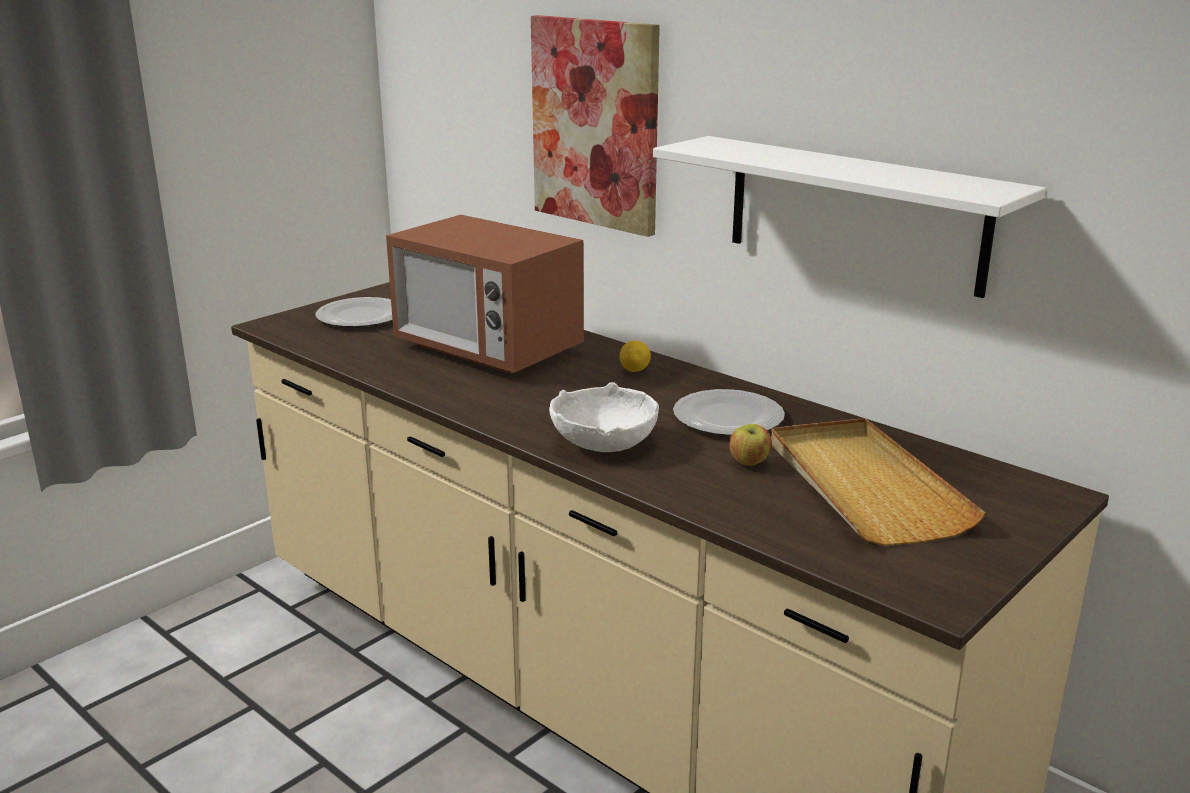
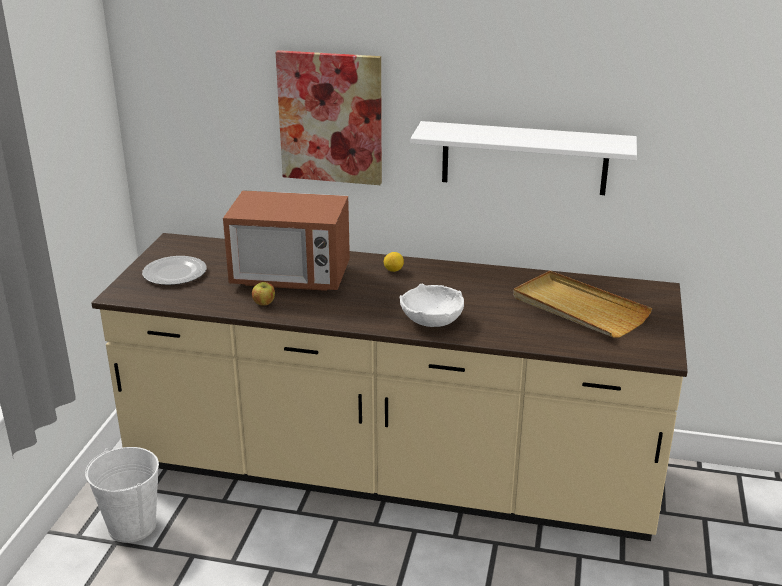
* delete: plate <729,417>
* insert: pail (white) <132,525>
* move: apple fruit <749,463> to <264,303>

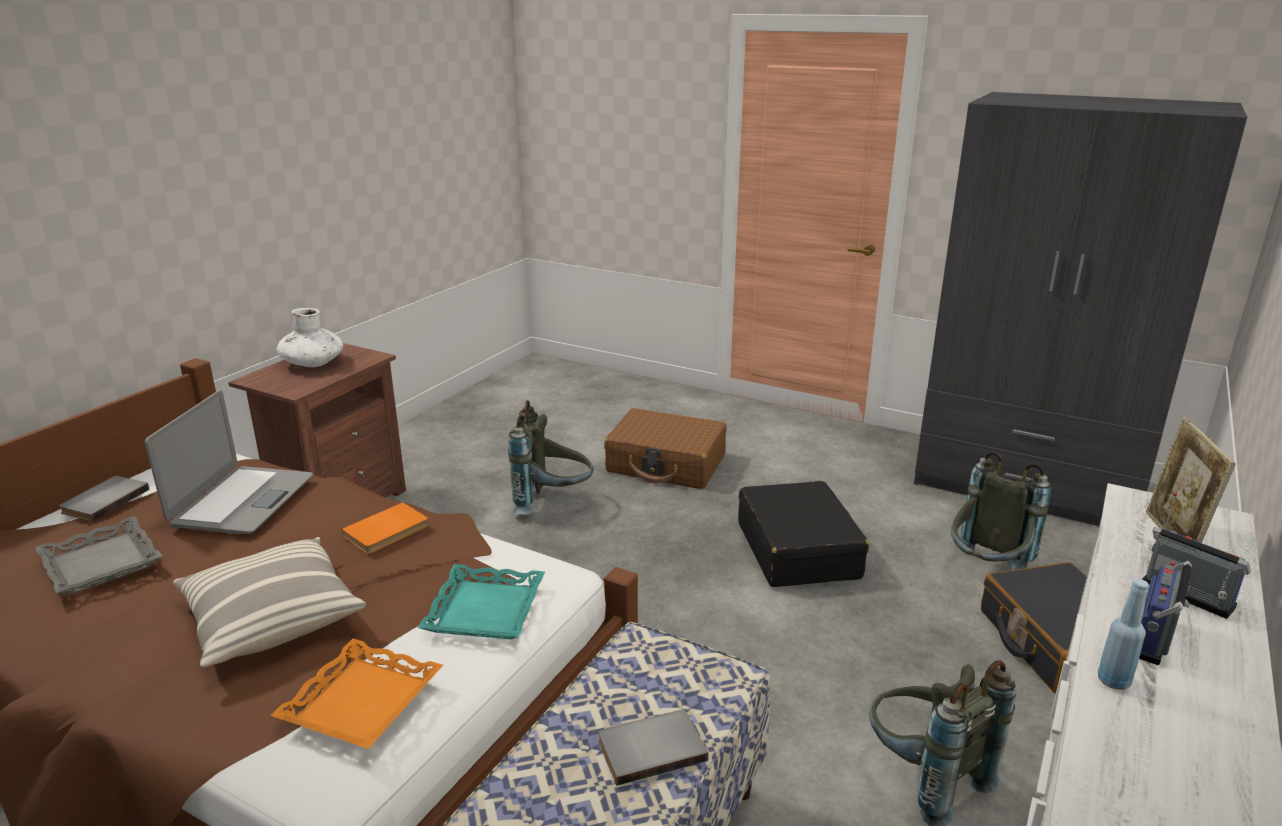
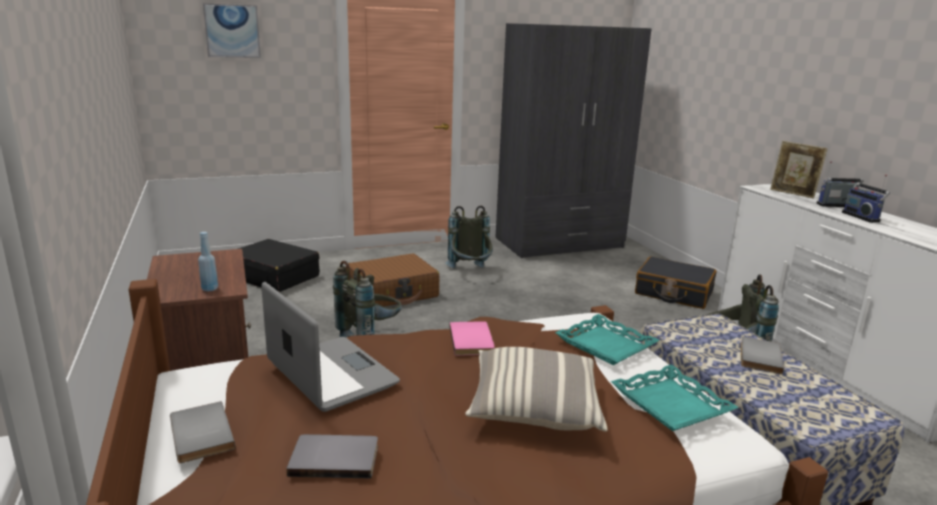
* delete: vase (white) <313,363>
* insert: picture <232,31>
* move: travel case (black-coloured) <797,550> to <274,276>
* move: knapsack (greyish) <985,572> to <470,272>
* move: drink bottle (blue) <1113,681> to <210,289>
* replace: serving tray (greyish) <102,563> to book (greyish) <335,458>
* recolor: serving tray (orangey) <363,702> to serving tray (blue-green) <672,404>
* recolor: book (orangey) <388,531> to book (pink-coloured) <473,340>

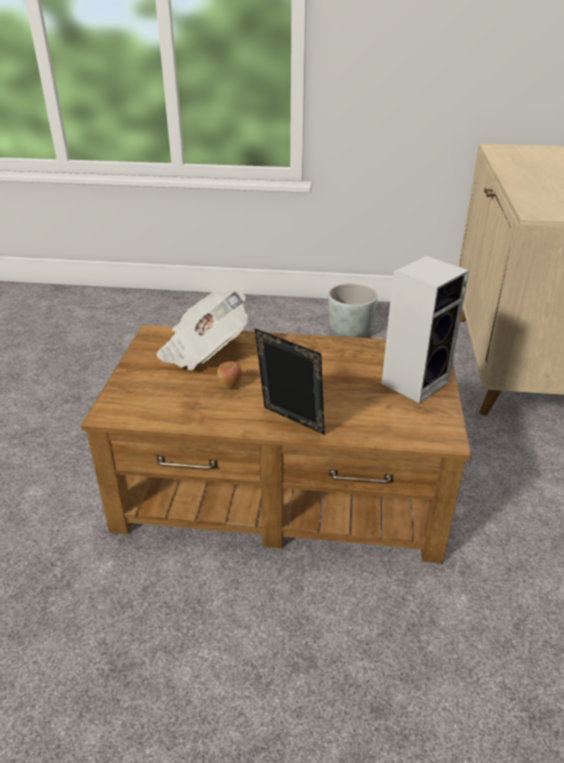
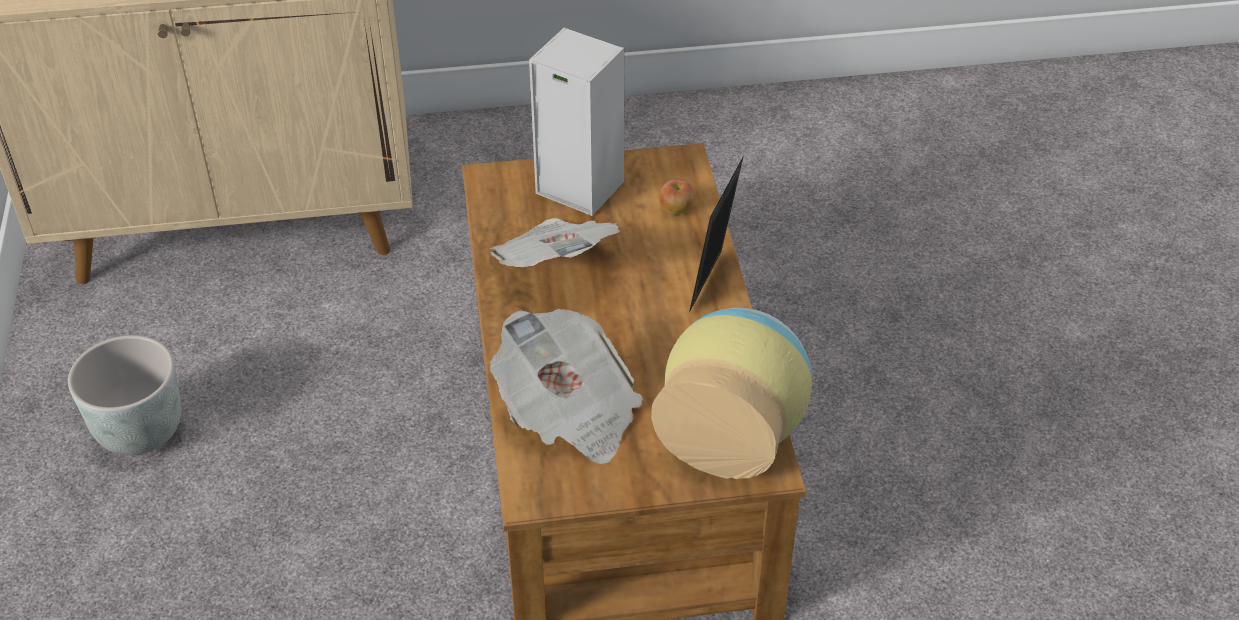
* insert: newspaper <554,266>
* insert: vase <733,431>
* move: apple fruit <229,385> to <676,210>

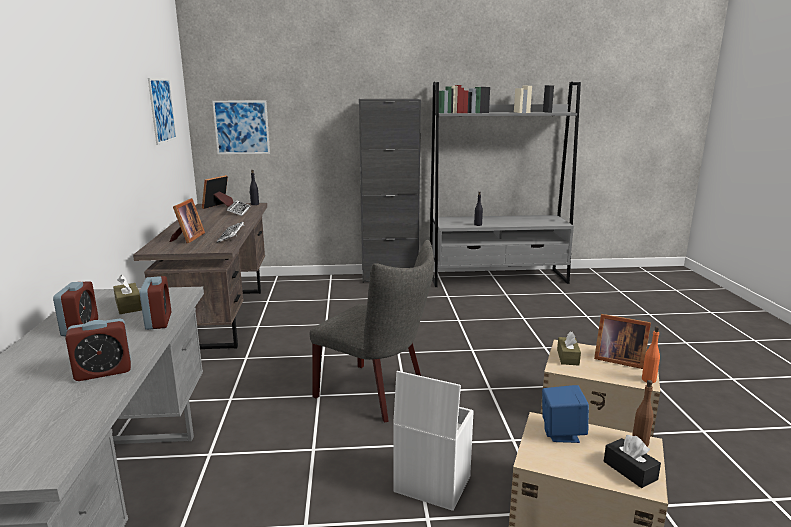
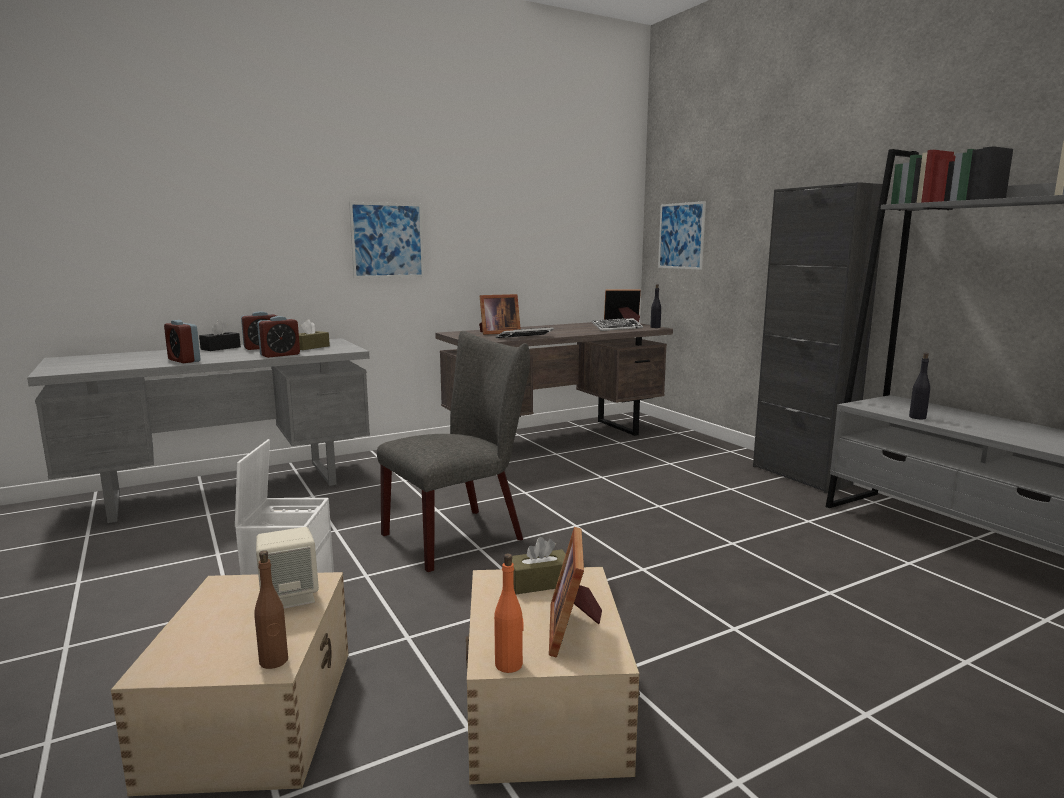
* move: picture <162,110> to <387,240>
* move: tissue holder (black-coloured) <630,470> to <220,348>
* recolor: audio speaker (blue) <561,433> to audio speaker (beige-coloured) <290,597>
* rotate: upright chair (greyish) <377,394> = <461,535> 135 degrees counterclockwise

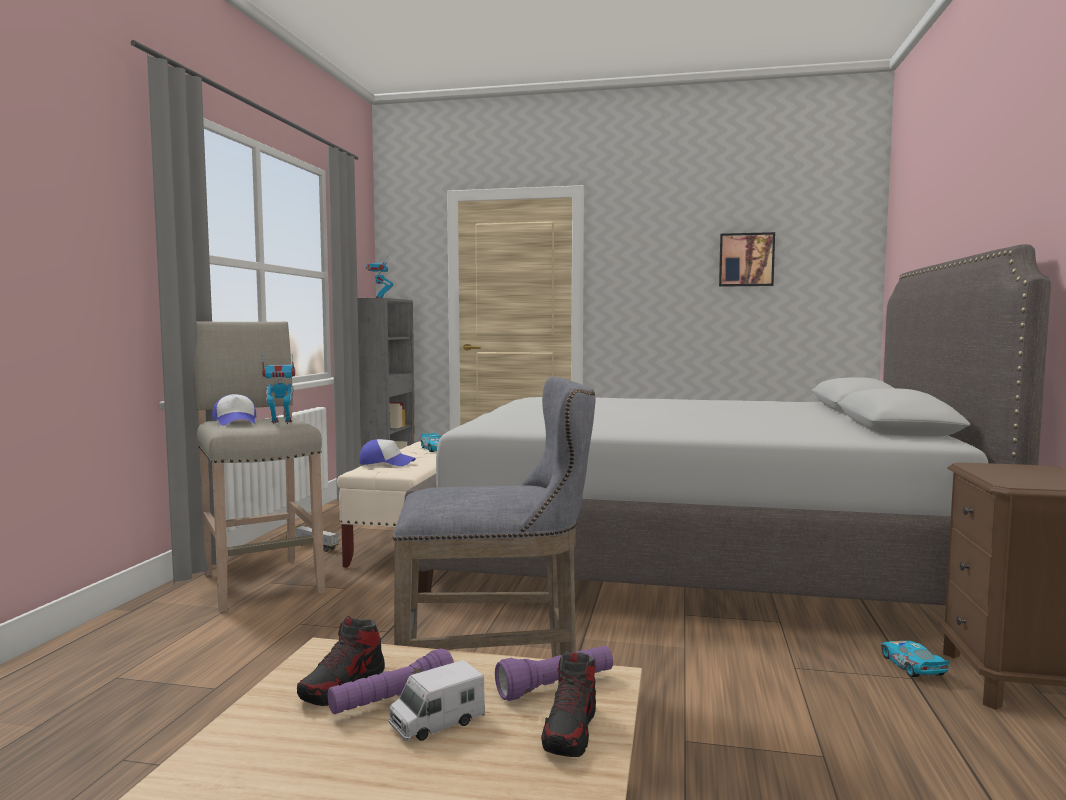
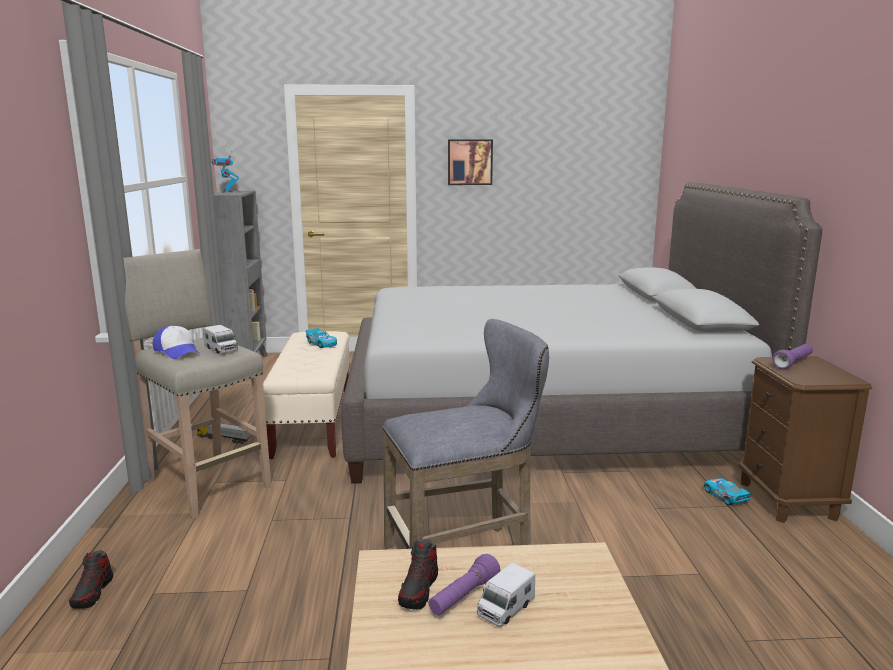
* delete: cap <386,463>
* move: hand torch (purple) <556,687> to <793,363>
* move: low shoe <571,731> to <92,593>
* move: picture <746,260> to <470,162>
* replace: model robot <281,422> to model truck <221,349>

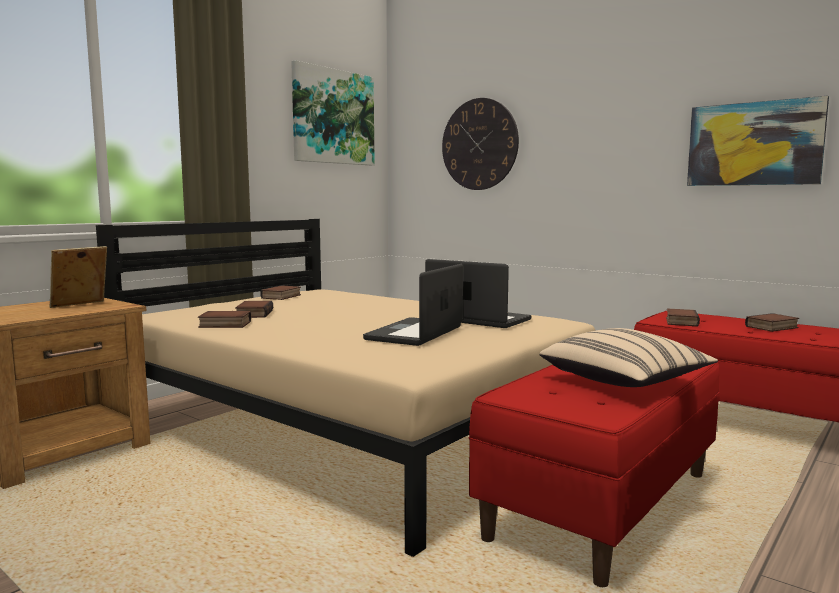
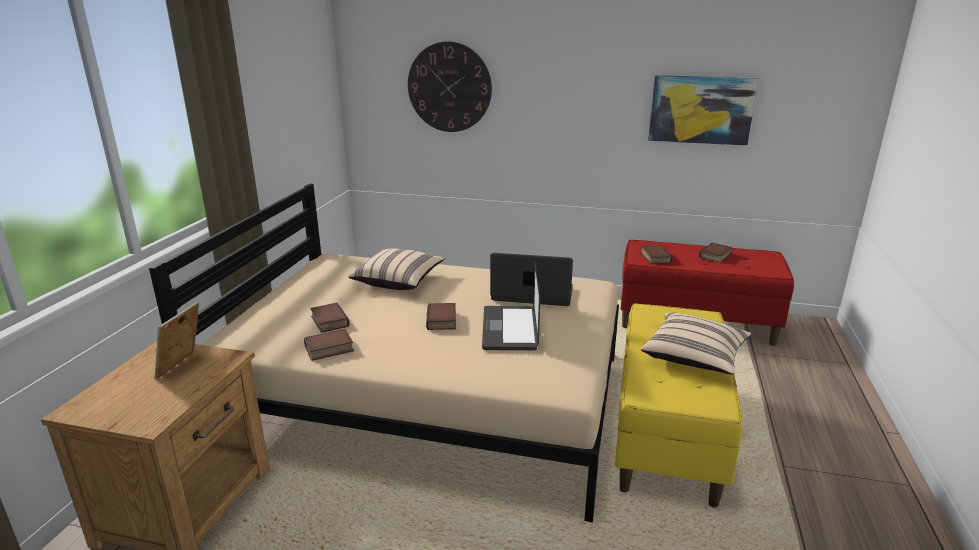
* delete: picture <333,117>
* insert: cushion (beige-coloured) <398,281>
* move: book <282,297> to <443,320>
* recolor: indoor bench (red) <602,505> to indoor bench (yellowish) <666,433>

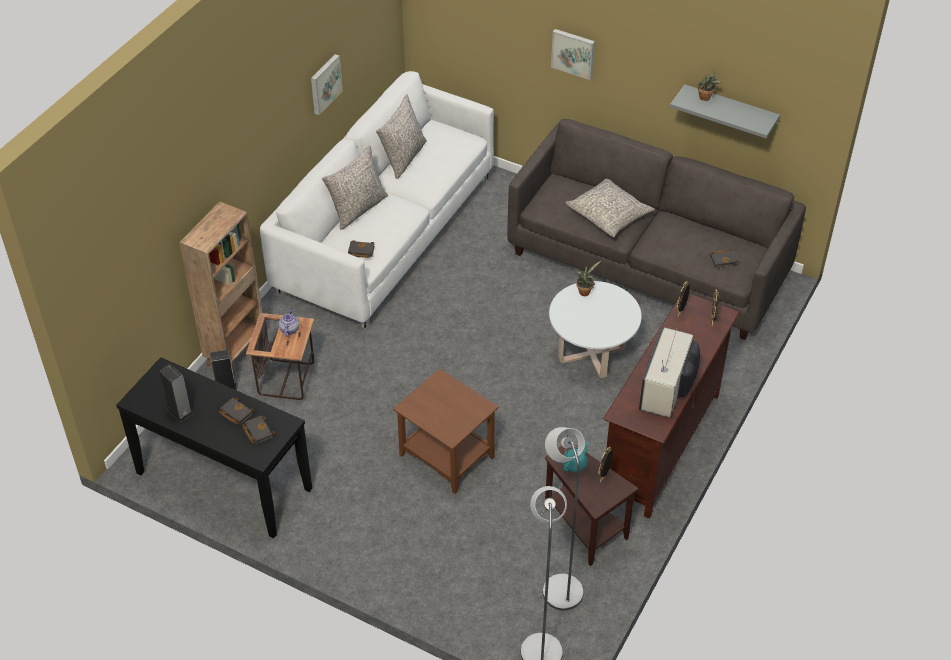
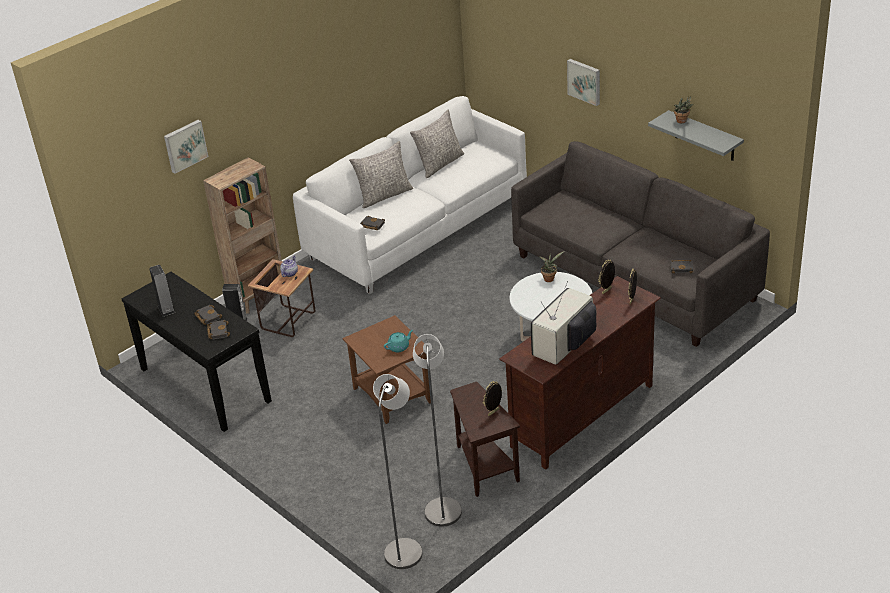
* delete: cushion (greyish) <609,214>
* move: picture <324,83> to <185,145>
* move: tea pot (blue-green) <575,464> to <399,347>

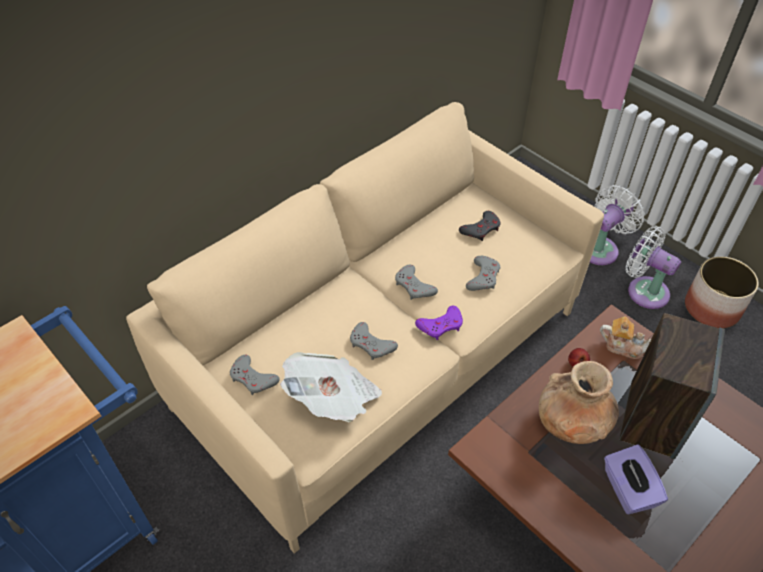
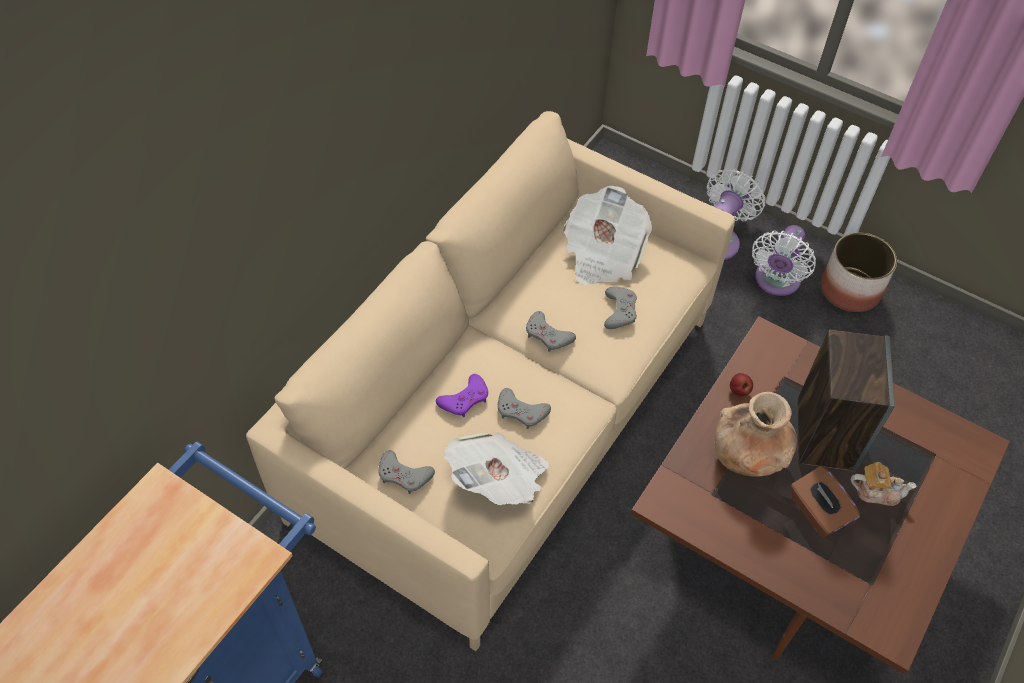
* move: joypad (purple) <441,325> to <465,399>
* move: tea pot <623,346> to <876,491>
* replace: joypad (greyish) <481,229> to newspaper <602,254>
* recolor: tissue holder (purple) <627,489> to tissue holder (brownish) <817,512>
* rotate: cooling fan (white) <644,290> = <775,281> 90 degrees counterclockwise

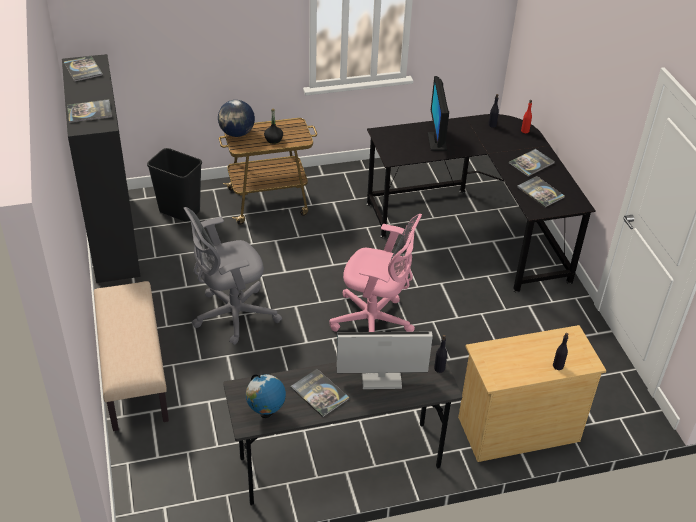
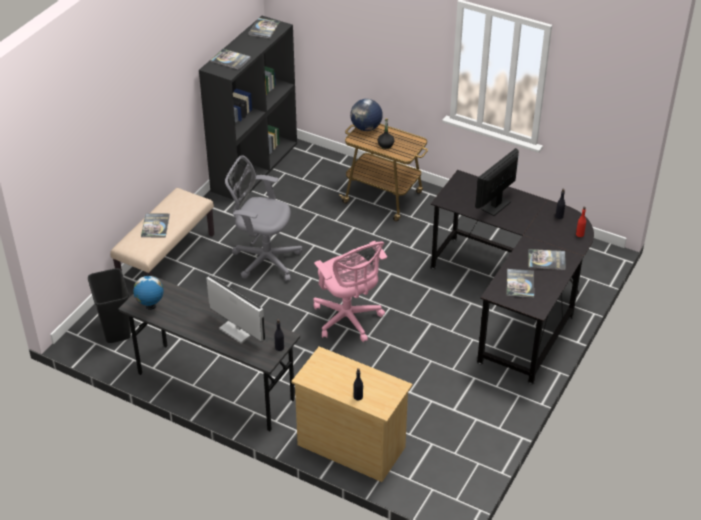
* move: rubbish bin (black-coloured) <179,211> to <115,330>
* move: book <319,393> to <155,226>

